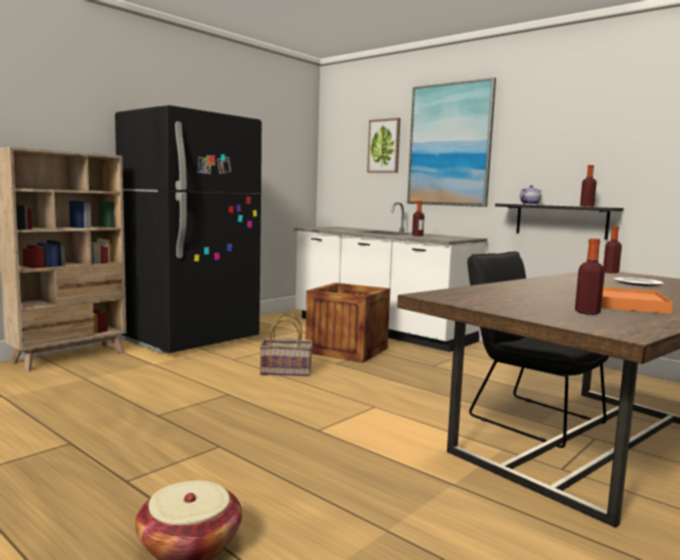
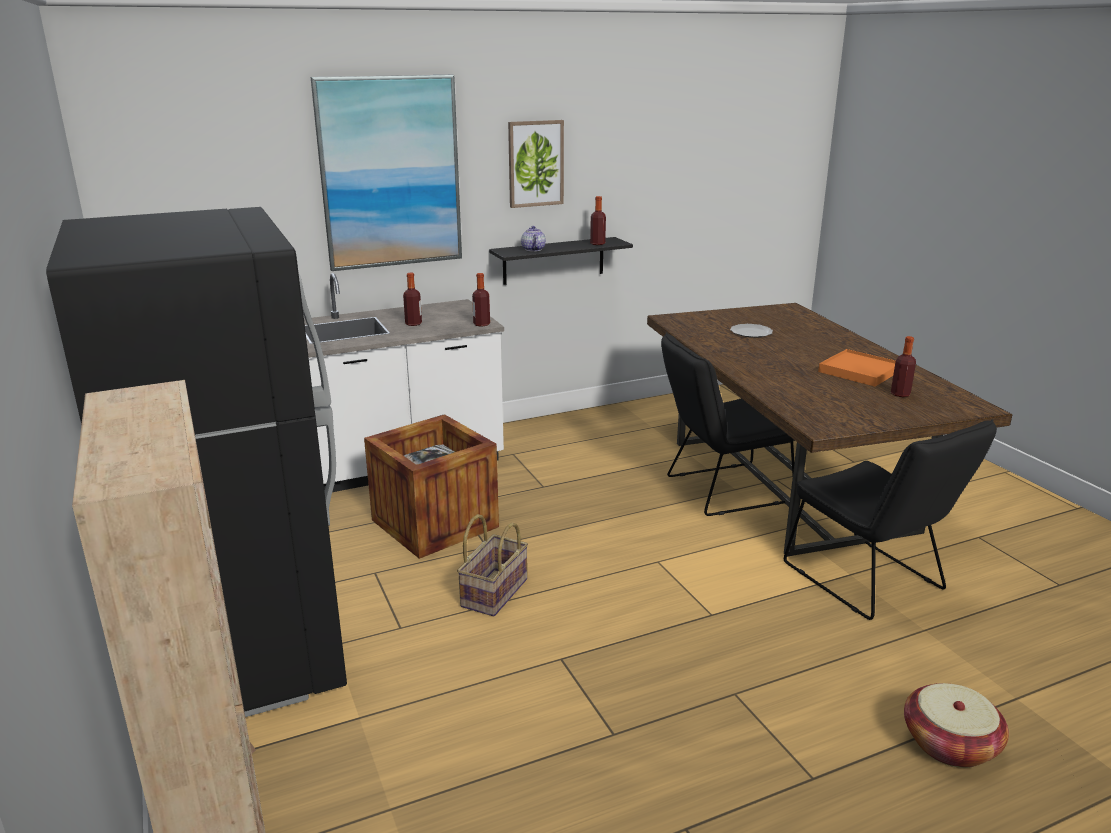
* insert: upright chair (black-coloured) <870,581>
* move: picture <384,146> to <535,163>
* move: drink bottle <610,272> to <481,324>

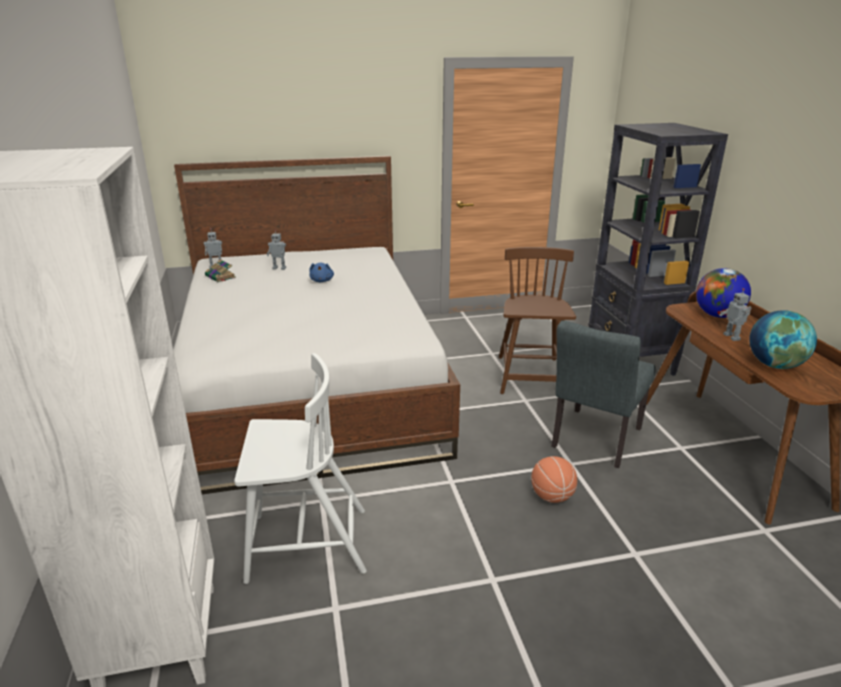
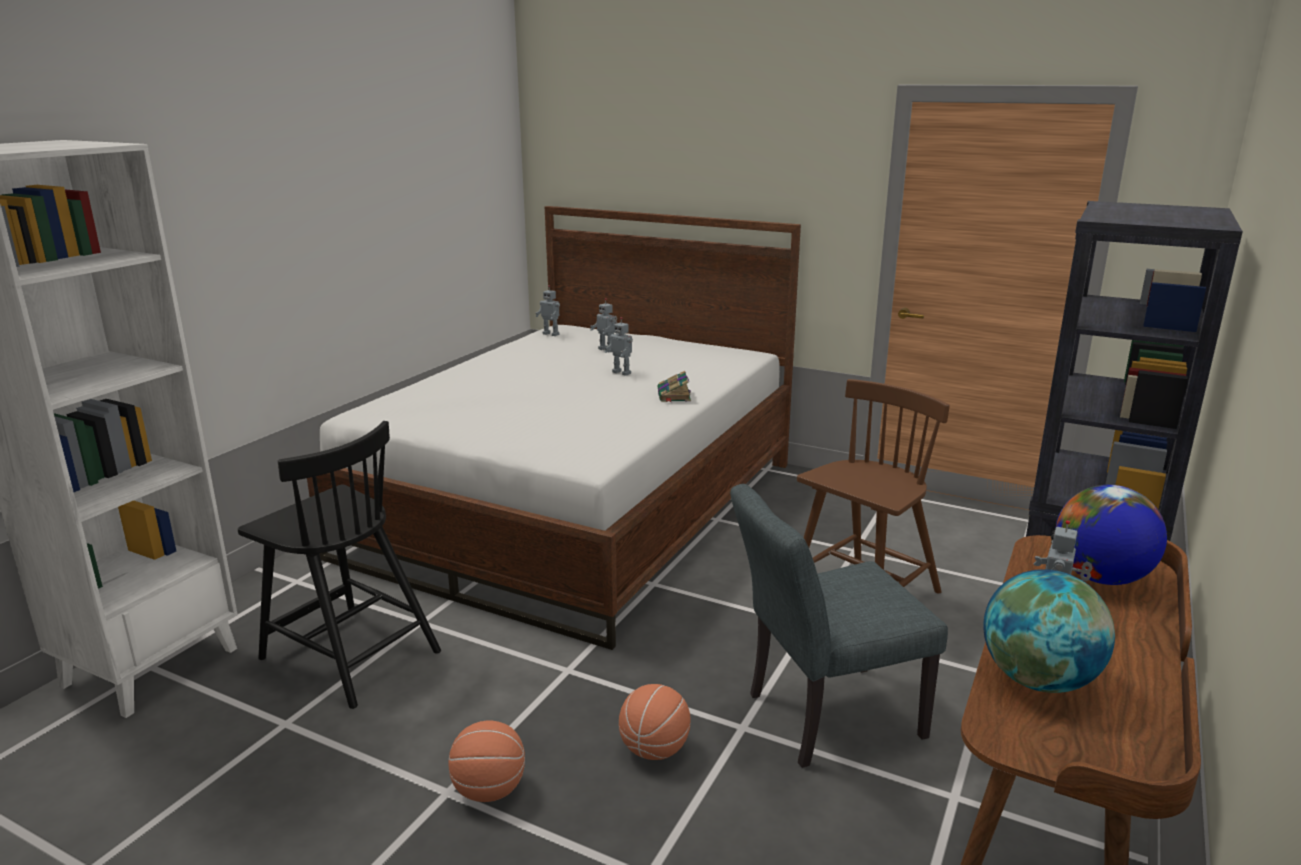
* insert: basketball <489,790>
* move: book <221,277> to <674,396>
* replace: cuddly toy (blue) <322,281> to model robot <622,372>
* recolor: upright chair (white) <305,544> to upright chair (black-coloured) <348,653>

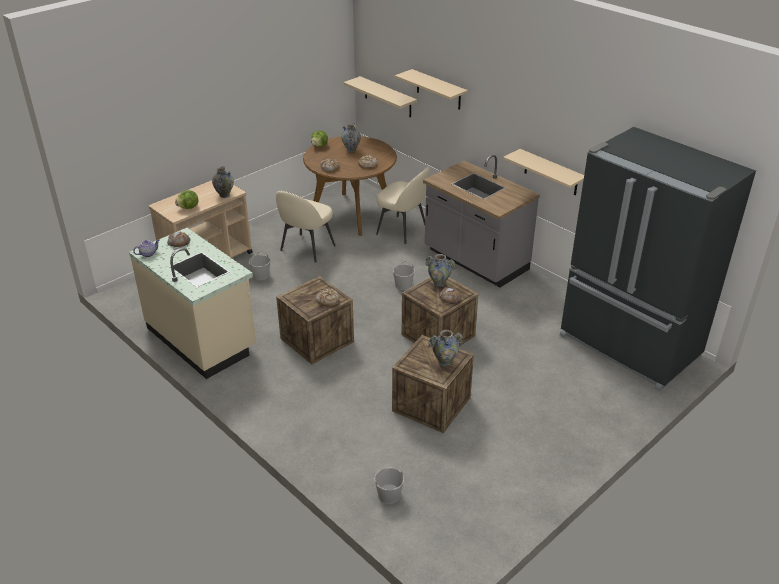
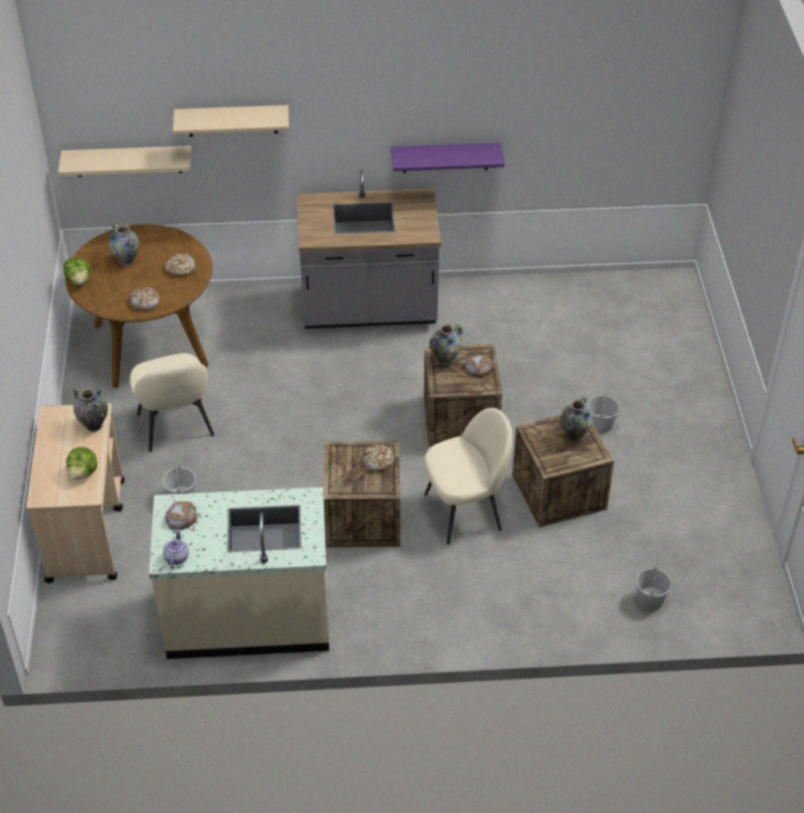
* delete: kitchen fridge (black-coloured) <628,347>
* move: upright chair (beige-coloured) <402,230> to <465,511>
* move: pail (white) <403,285> to <601,425>
* recolor: bracket shelf (beige-coloured) <551,173> to bracket shelf (purple) <445,157>

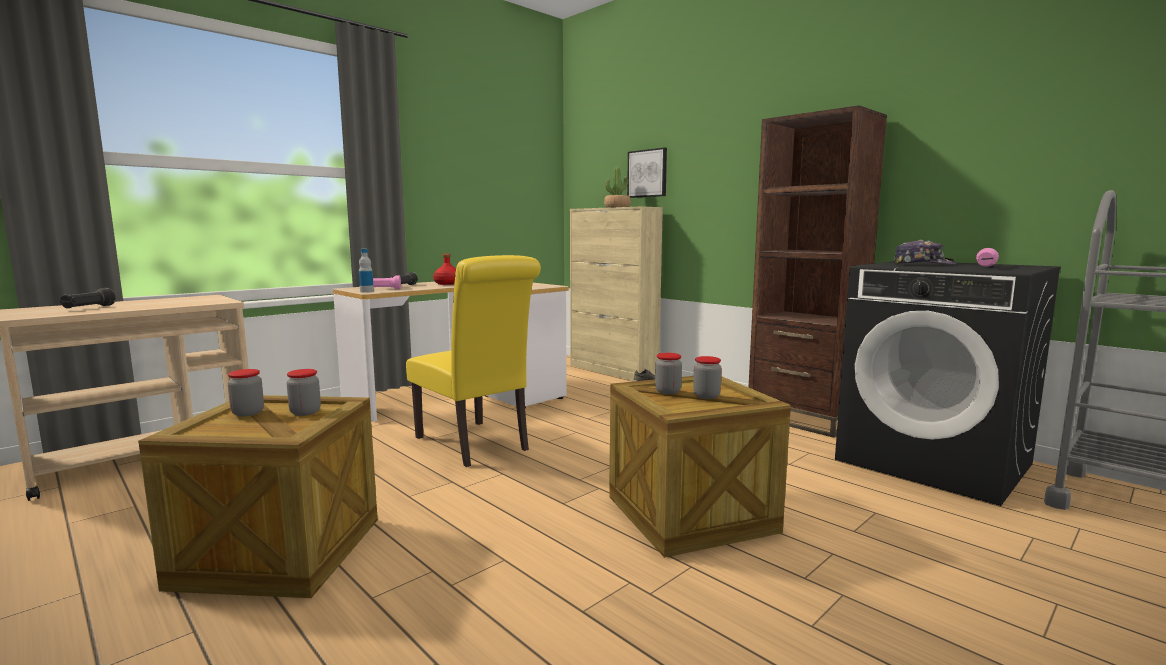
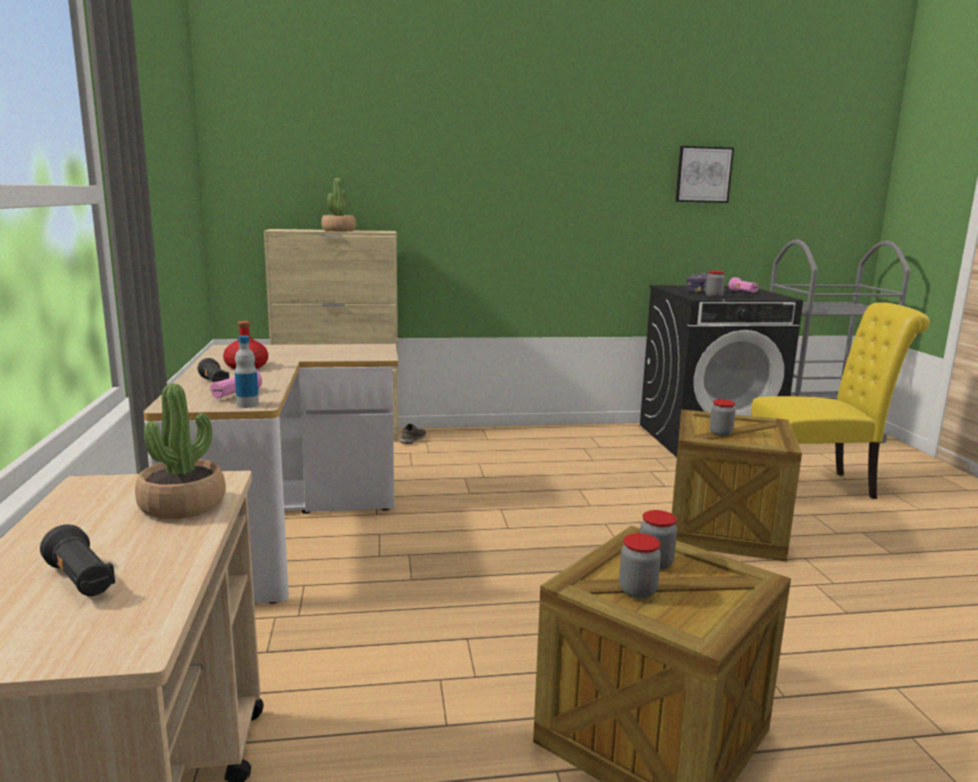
* delete: shelving unit (brownish) <802,419>
* insert: potted plant <182,505>
* move: upright chair (yellowish) <476,445> to <818,485>
* move: picture <647,173> to <703,174>
* move: preserve jar <706,396> to <713,296>

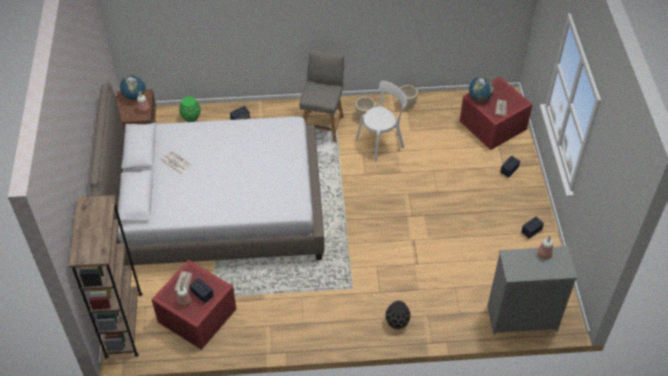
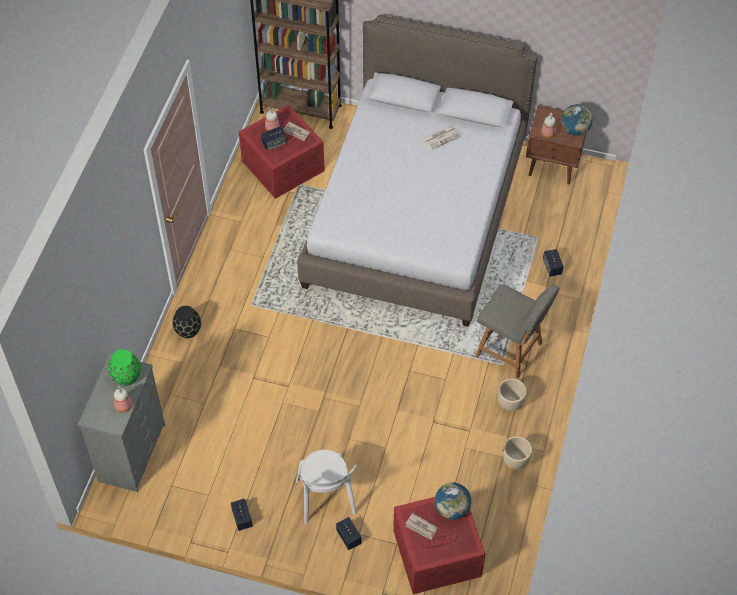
* move: vase (green) <191,117> to <127,377>
* move: upright chair (white) <381,142> to <326,500>

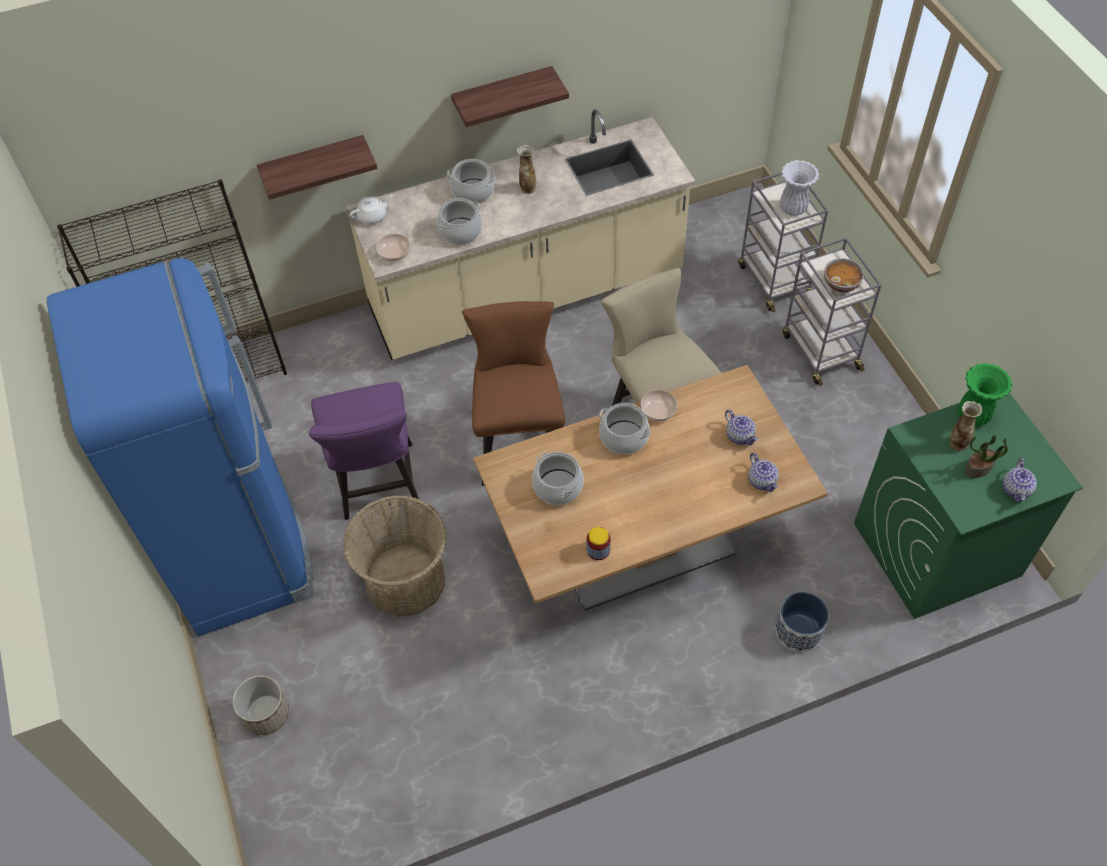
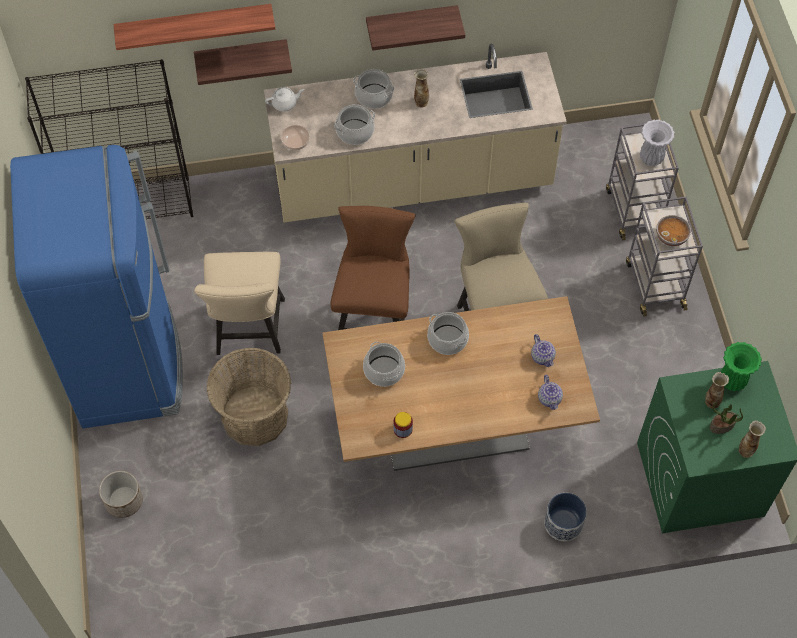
* delete: deep dish <657,410>
* insert: bracket shelf <194,26>
* replace: tea pot <1016,490> to vase <746,450>
* recolor: upright chair (purple) <378,487> to upright chair (beige-coloured) <249,332>

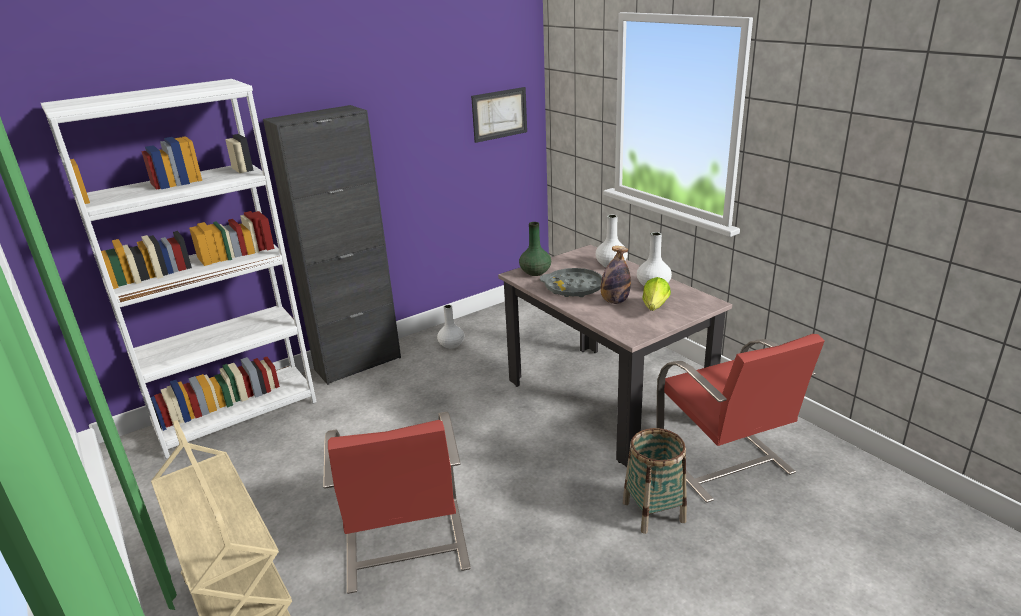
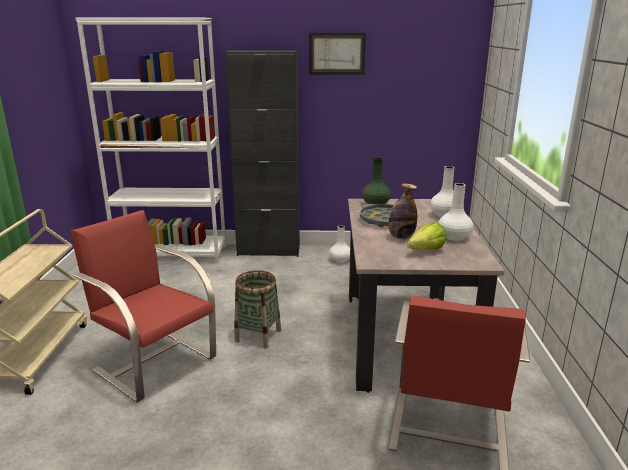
* move: picture <499,114> to <337,53>
* move: basket <653,511> to <258,335>
* rotate: upright chair (red) <405,545> = <155,362> 105 degrees clockwise

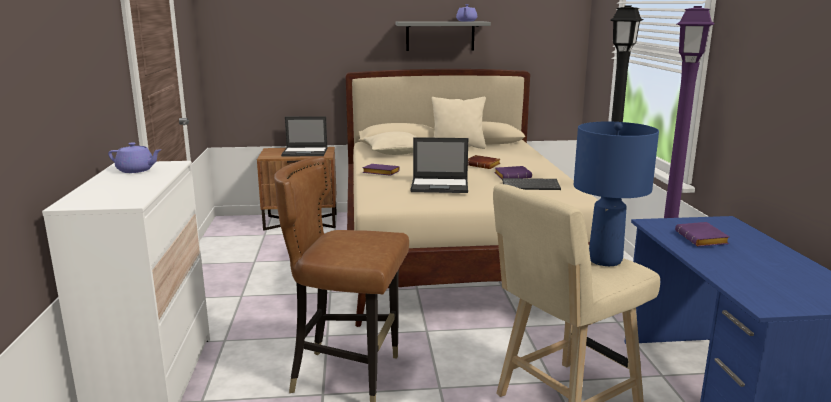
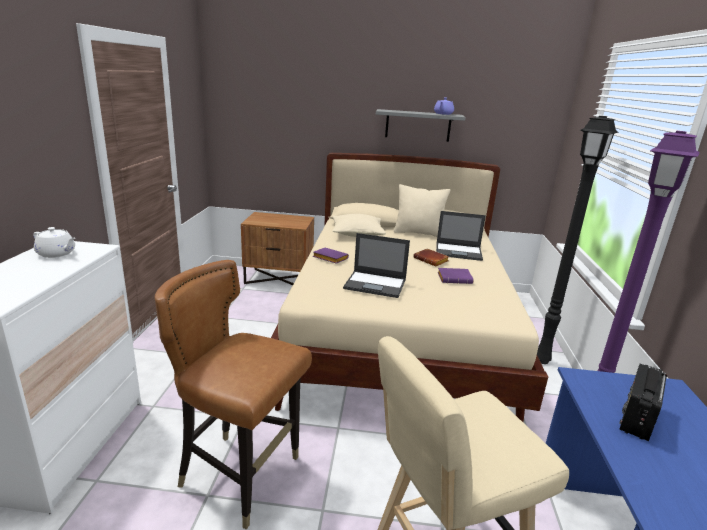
* delete: keyboard <531,185>
* delete: lamp for a table (blue) <605,260>
* move: portable computer <305,152> to <459,252>
* replace: book (purple) <703,239> to radio set <637,418>
* recolor: tea pot (purple) <136,170> to tea pot (white) <57,254>

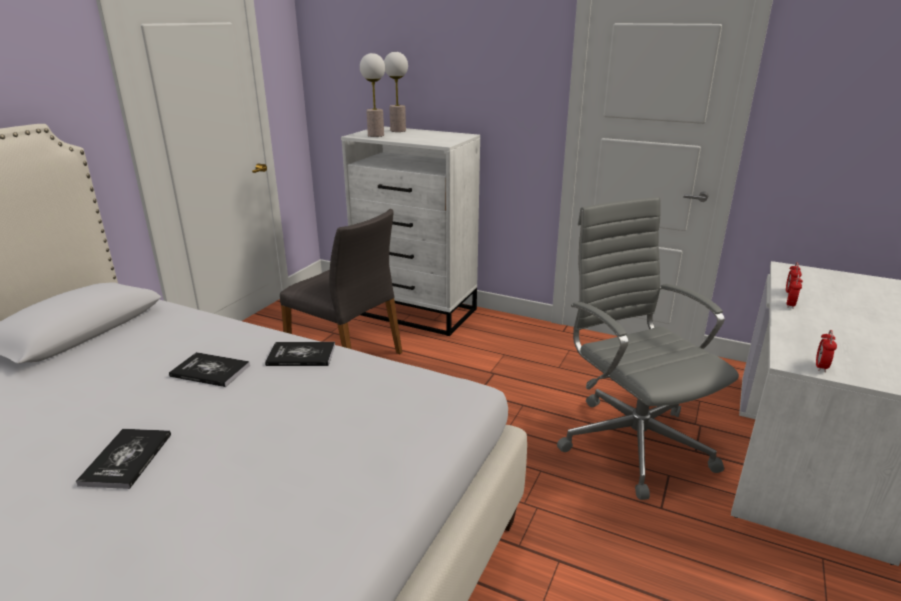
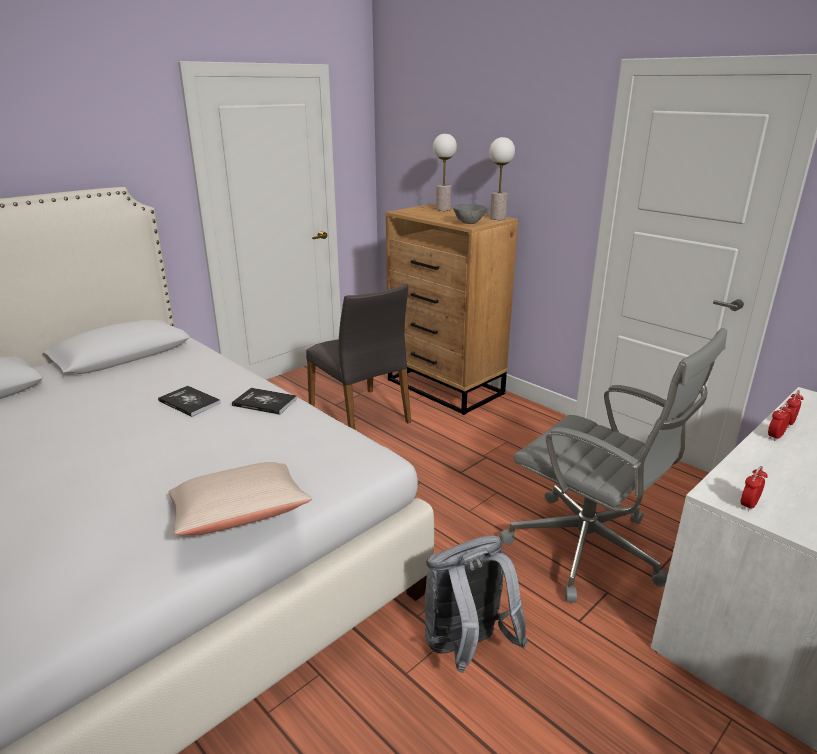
* delete: book <127,459>
* insert: cushion (beige-coloured) <240,516>
* insert: knapsack (greyish) <466,648>
* insert: deep dish (greyish) <468,223>
* move: lamp for a table <375,135> to <497,218>
* recolor: drawer chest (white) <416,312> to drawer chest (brownish) <445,387>
* rotate: office chair (greyish) <632,440> = <589,550> 135 degrees clockwise

